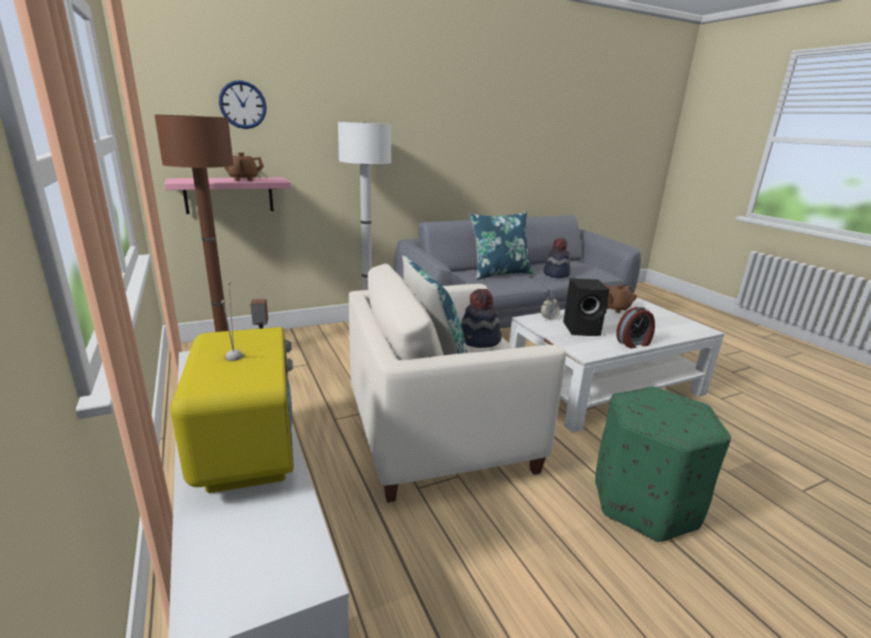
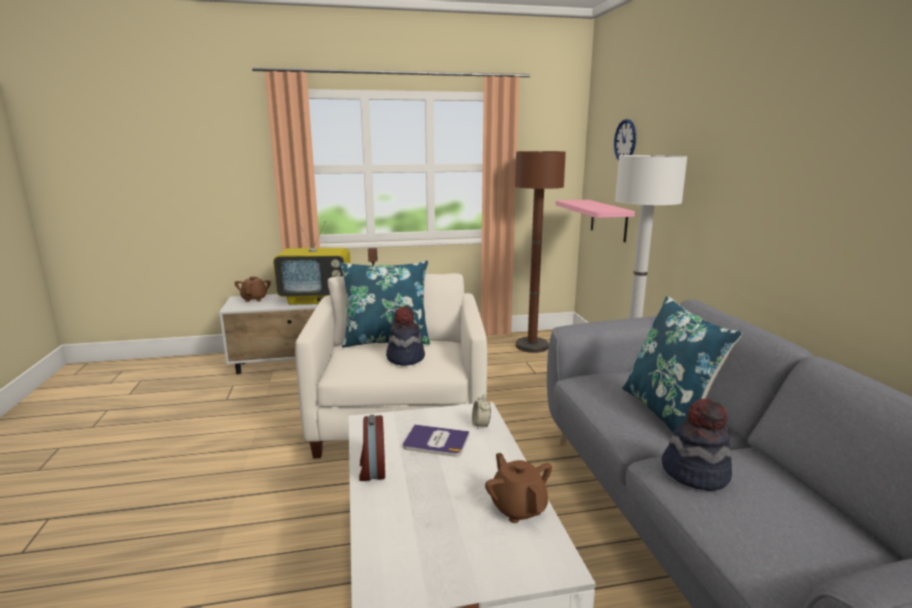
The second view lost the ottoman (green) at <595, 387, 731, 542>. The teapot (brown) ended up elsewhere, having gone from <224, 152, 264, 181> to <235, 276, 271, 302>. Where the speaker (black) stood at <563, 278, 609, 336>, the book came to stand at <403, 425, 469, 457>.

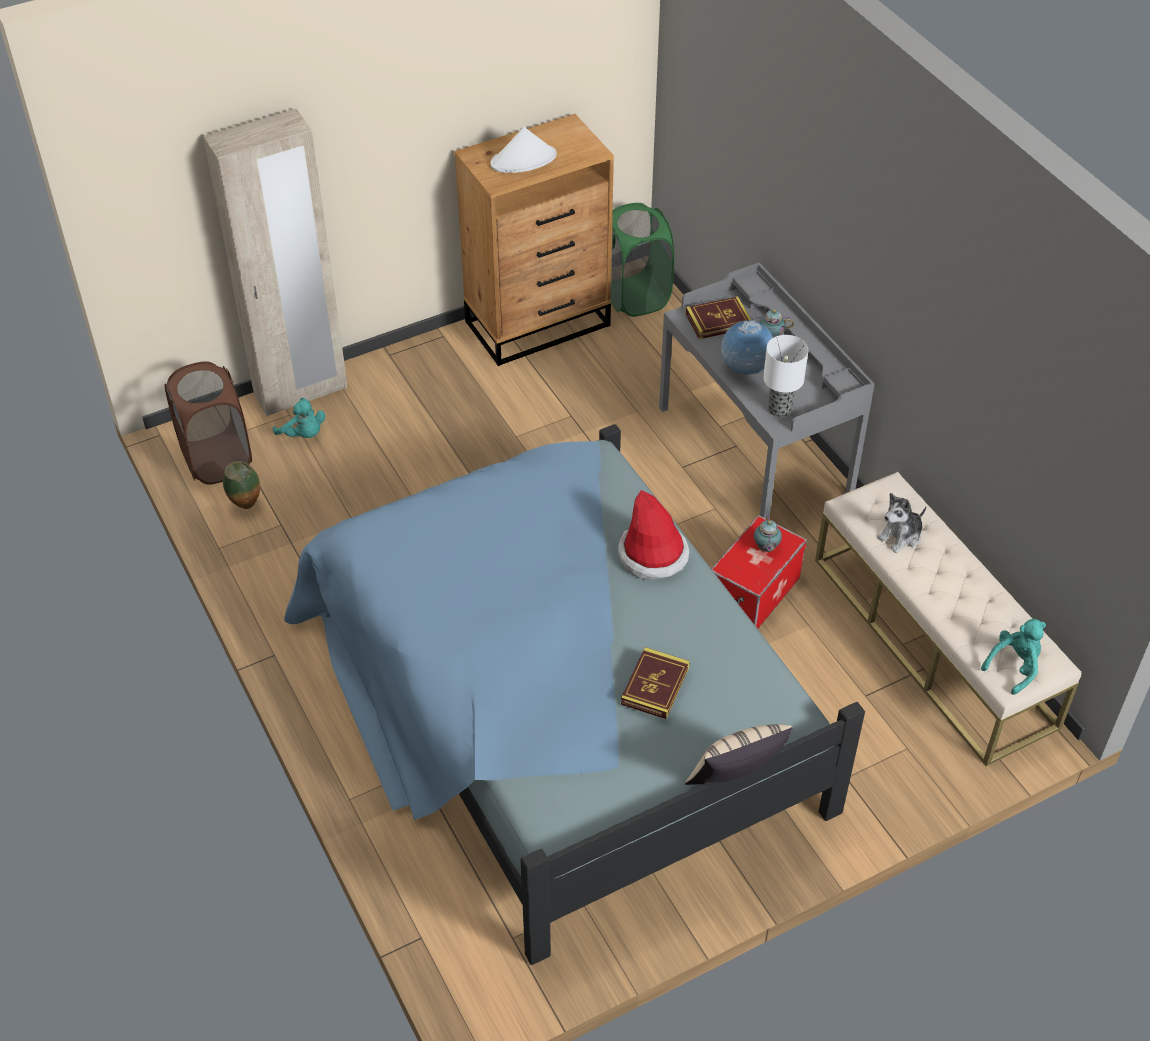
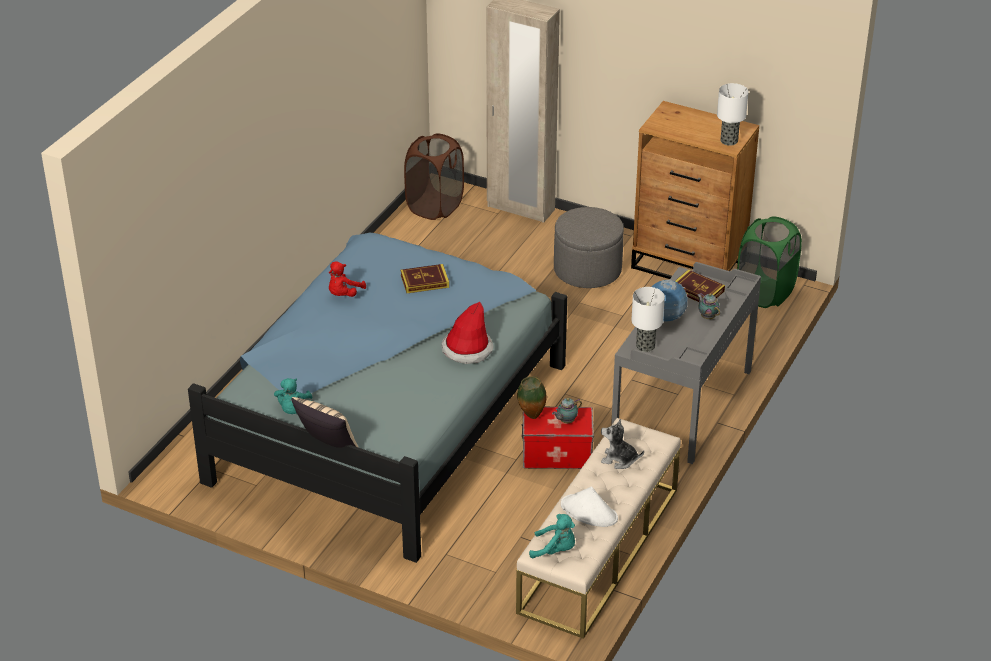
The second view gained the plush toy (red) at <329, 261, 366, 297>. The second view gained the ottoman (grey) at <554, 207, 624, 288>. The second view gained the table lamp at <717, 83, 749, 146>. The vase ended up elsewhere, having gone from <223, 461, 260, 509> to <517, 376, 547, 419>. The plush toy (turquoise) ended up elsewhere, having gone from <273, 398, 325, 438> to <274, 378, 313, 414>. The hat (white) ended up elsewhere, having gone from <491, 127, 557, 173> to <561, 486, 618, 527>. The book ended up elsewhere, having gone from <621, 647, 690, 719> to <401, 264, 449, 293>.

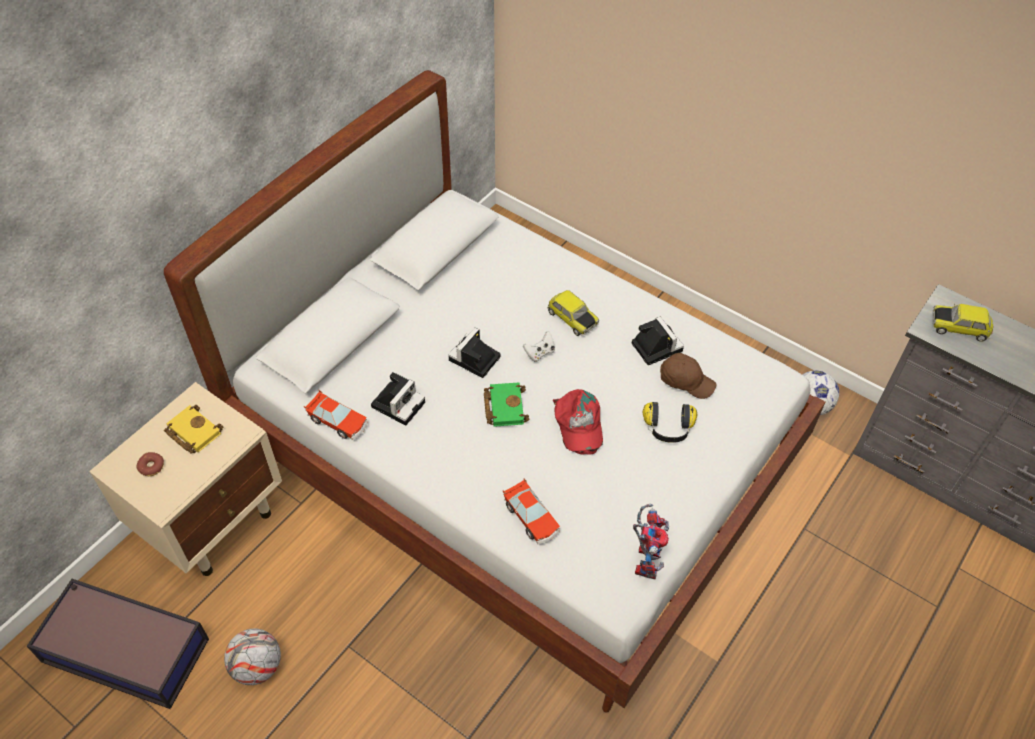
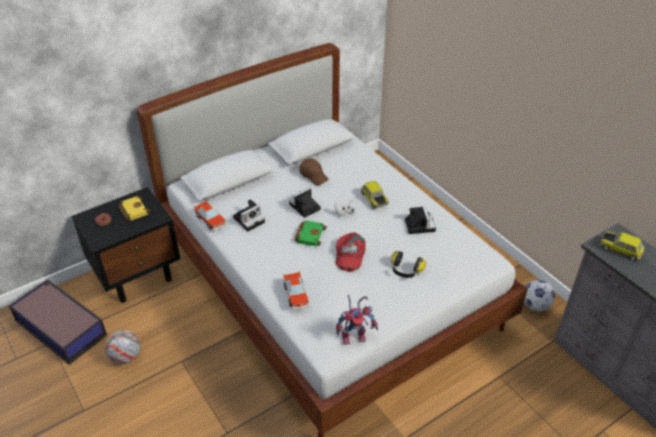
The cap (brown) ended up elsewhere, having gone from <660, 353, 716, 399> to <299, 158, 329, 185>. What was the nightstand (beige) at <89, 382, 282, 576> turned into the nightstand (black) at <71, 187, 180, 303>. The toy robot at <633, 504, 669, 579> ended up facing another way, 45 degrees clockwise from before.

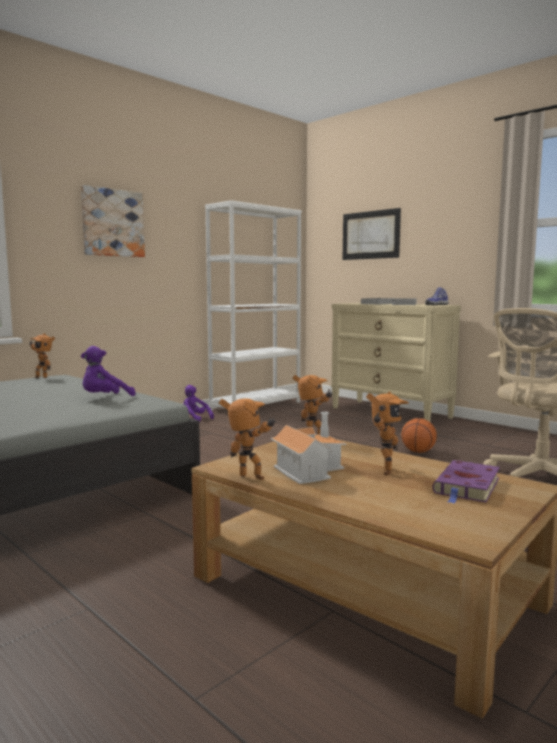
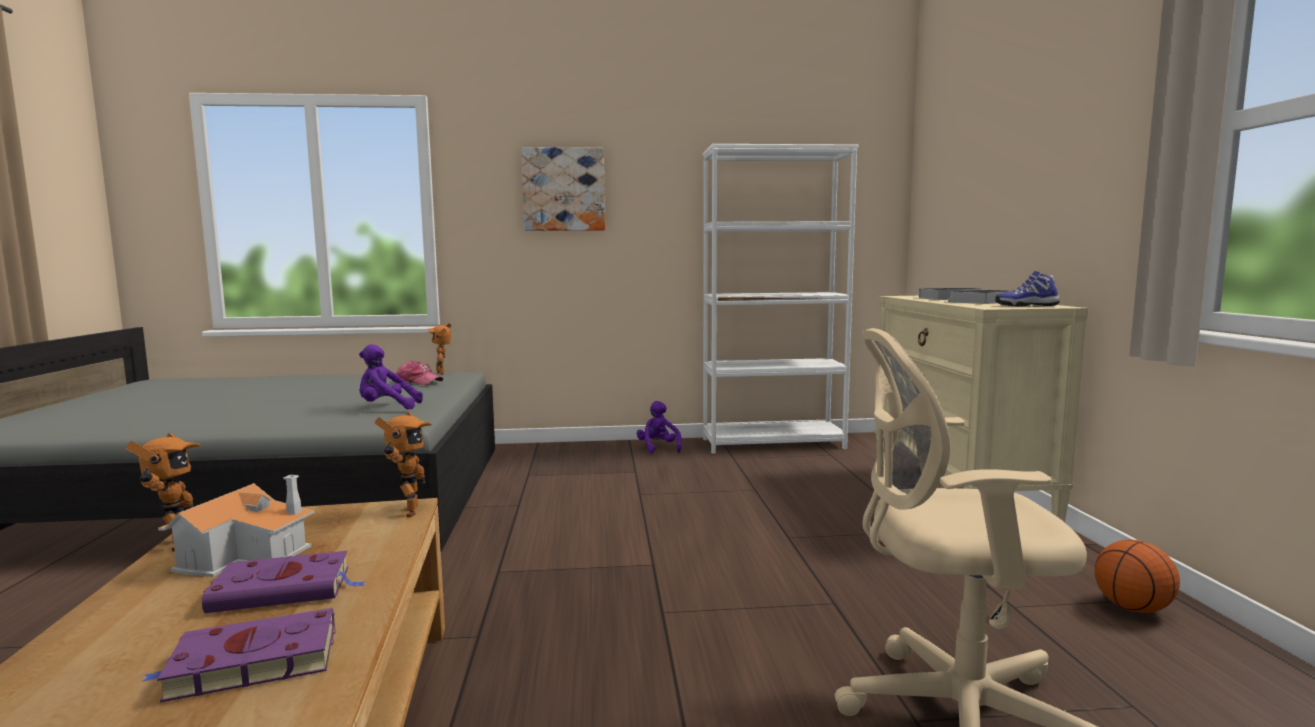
The second view lost the picture at <342, 208, 401, 260>. The second view gained the cap at <396, 361, 443, 385>. The basketball ended up elsewhere, having gone from <401, 418, 437, 453> to <1095, 539, 1180, 613>. Where the toy robot stood at <366, 391, 409, 475>, the book (purple) came to stand at <202, 551, 367, 613>.

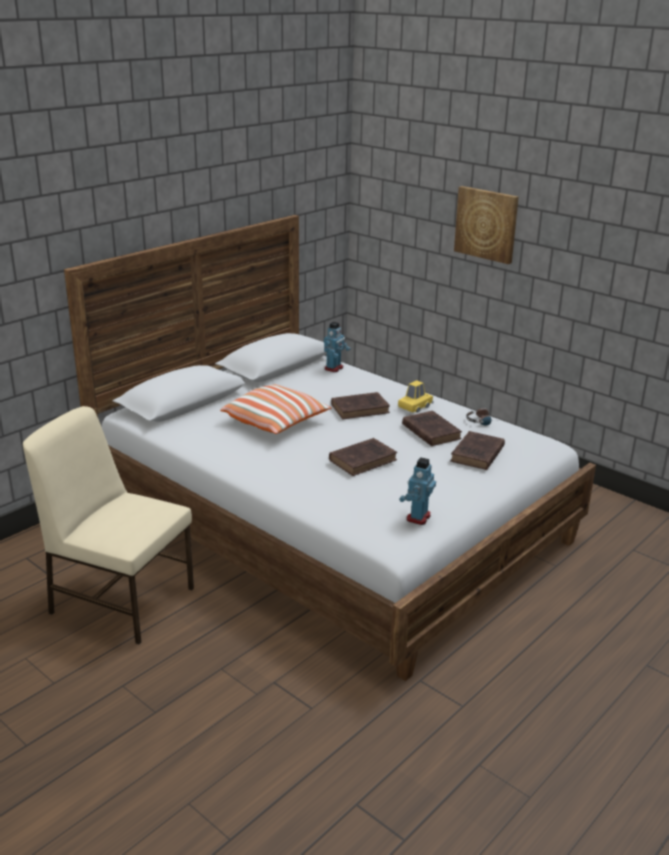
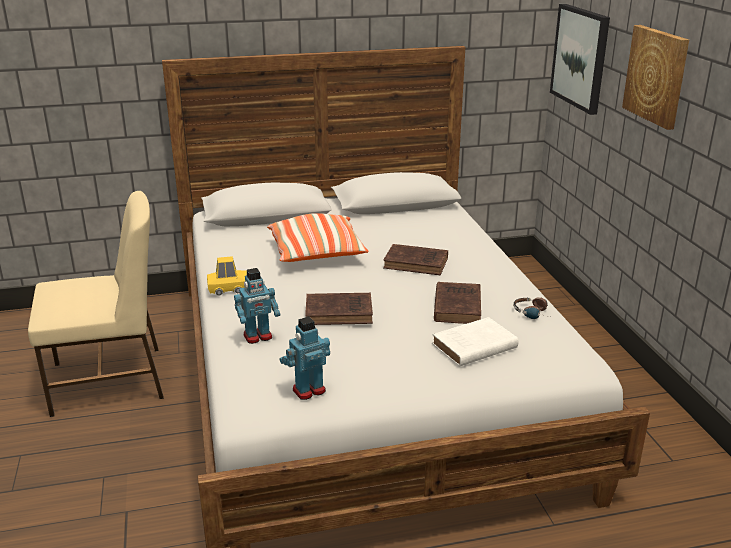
The second view gained the picture at <550, 4, 610, 115>. The toy robot ended up elsewhere, having gone from <324, 322, 351, 372> to <234, 268, 280, 344>. The toy car (yellow) ended up elsewhere, having gone from <398, 380, 434, 413> to <207, 256, 247, 295>. What was the book (brown) at <450, 431, 505, 470> turned into the book (white) at <432, 317, 518, 367>. The chair (beige) at <23, 406, 194, 644> ended up facing another way, 105 degrees clockwise from before.

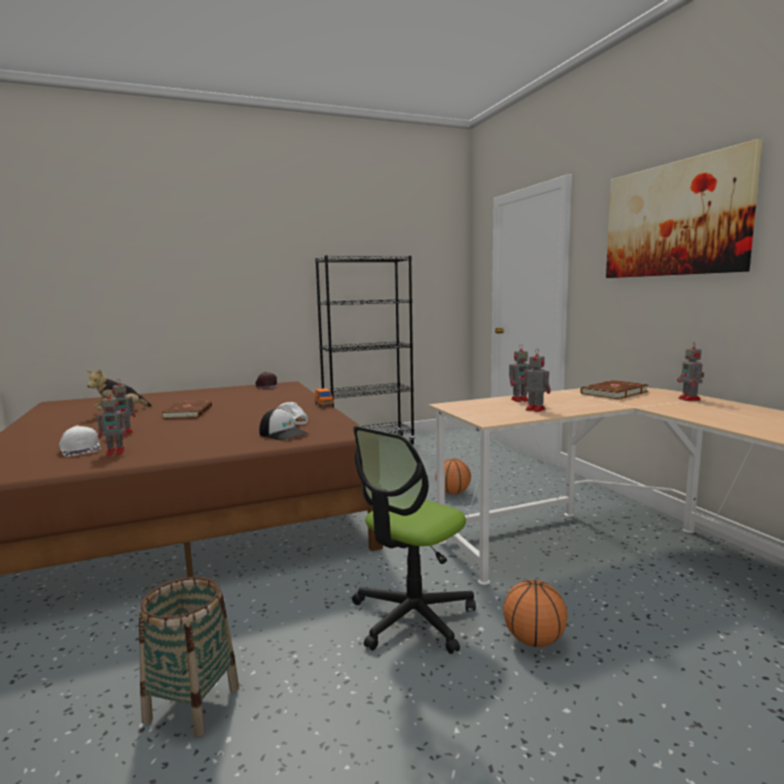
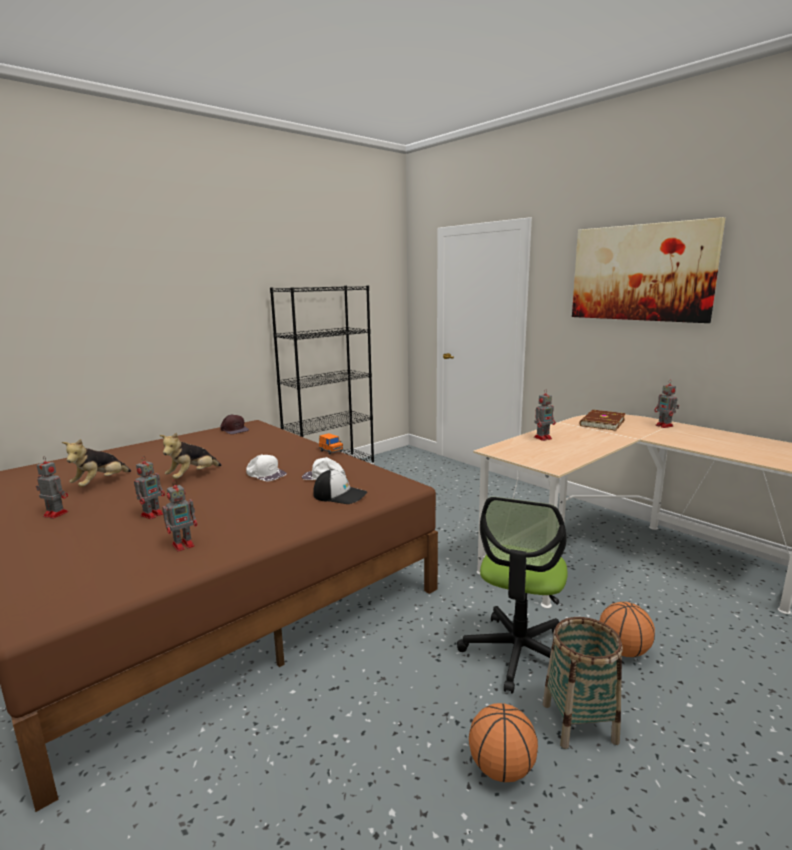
The cap (white) ended up elsewhere, having gone from <59, 425, 101, 457> to <246, 454, 287, 481>. The basket ended up elsewhere, having gone from <139, 577, 239, 737> to <543, 617, 623, 749>. The basketball ended up elsewhere, having gone from <435, 458, 471, 495> to <469, 703, 538, 782>. The toy robot ended up elsewhere, having gone from <521, 349, 551, 412> to <36, 456, 68, 519>. Where the book (brown) stood at <161, 401, 212, 419>, the plush toy came to stand at <160, 433, 221, 479>.

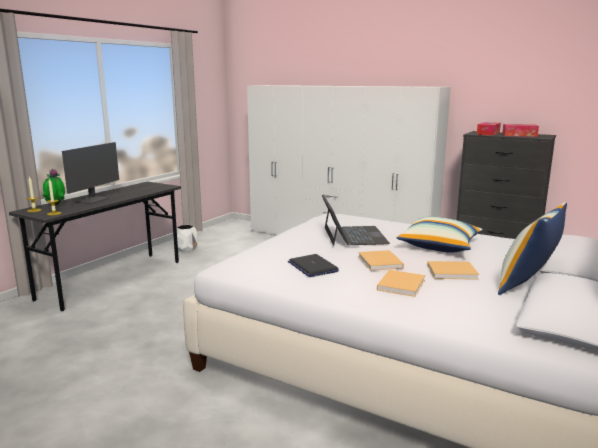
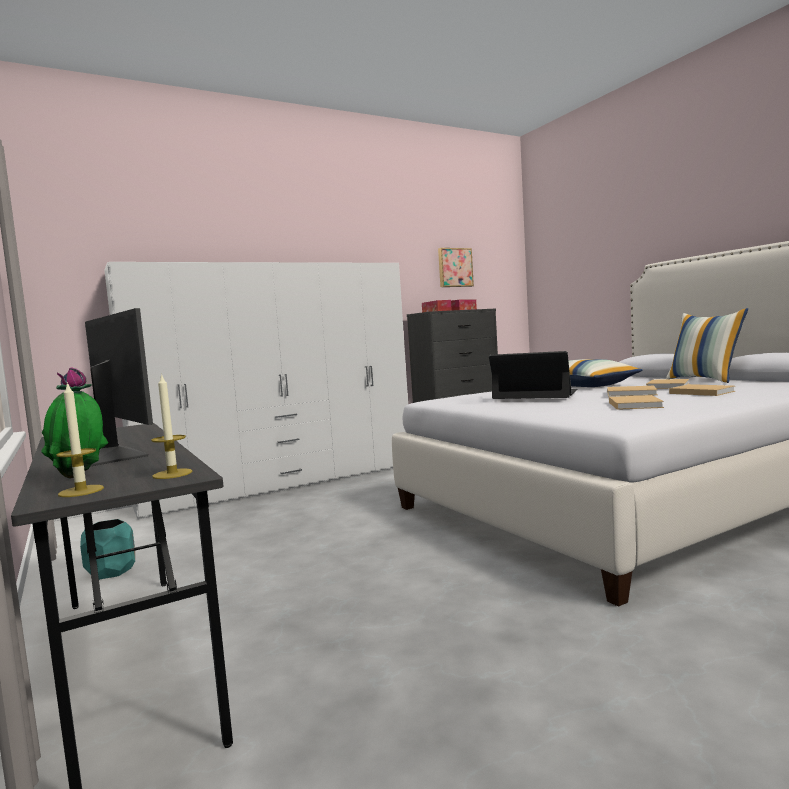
The second view gained the picture at <438, 248, 474, 287>. Where the laptop stood at <288, 254, 339, 277>, the book (beige) came to stand at <609, 395, 664, 410>. What was the planter (white) at <177, 225, 197, 252> turned into the planter (turquoise) at <80, 519, 135, 580>.

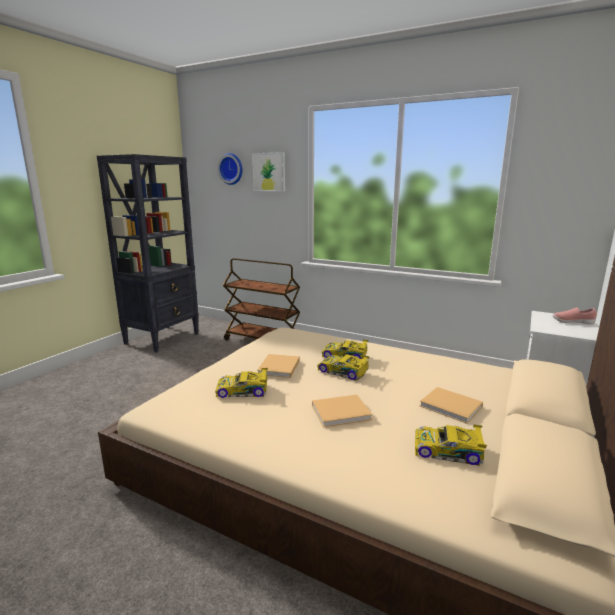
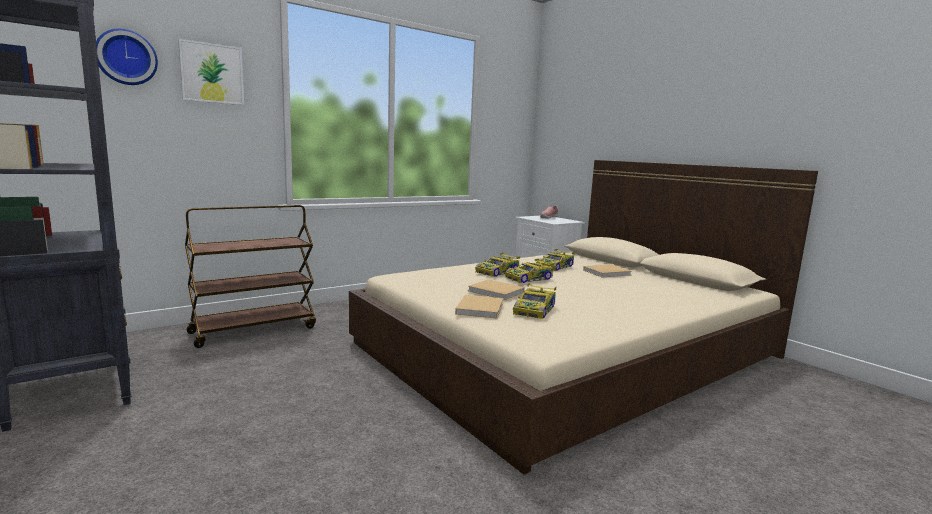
The book (beige) ended up elsewhere, having gone from <312, 395, 373, 427> to <455, 295, 504, 319>. The toy car ended up elsewhere, having gone from <415, 425, 487, 466> to <536, 249, 575, 271>.

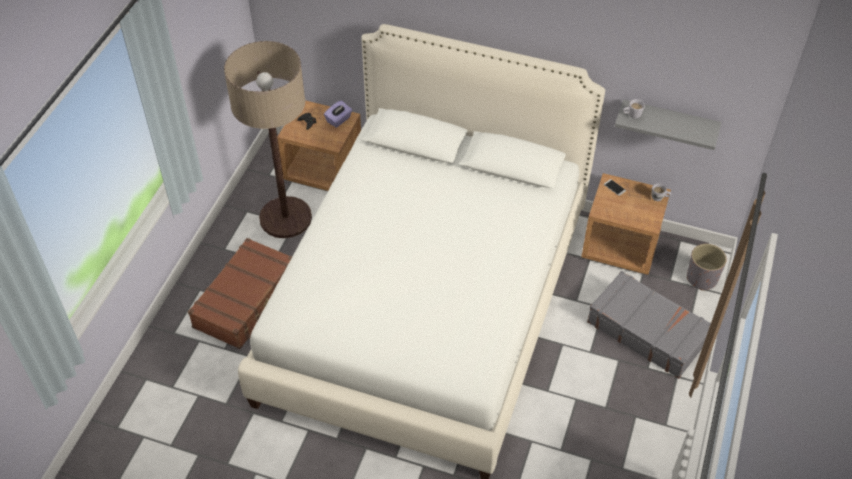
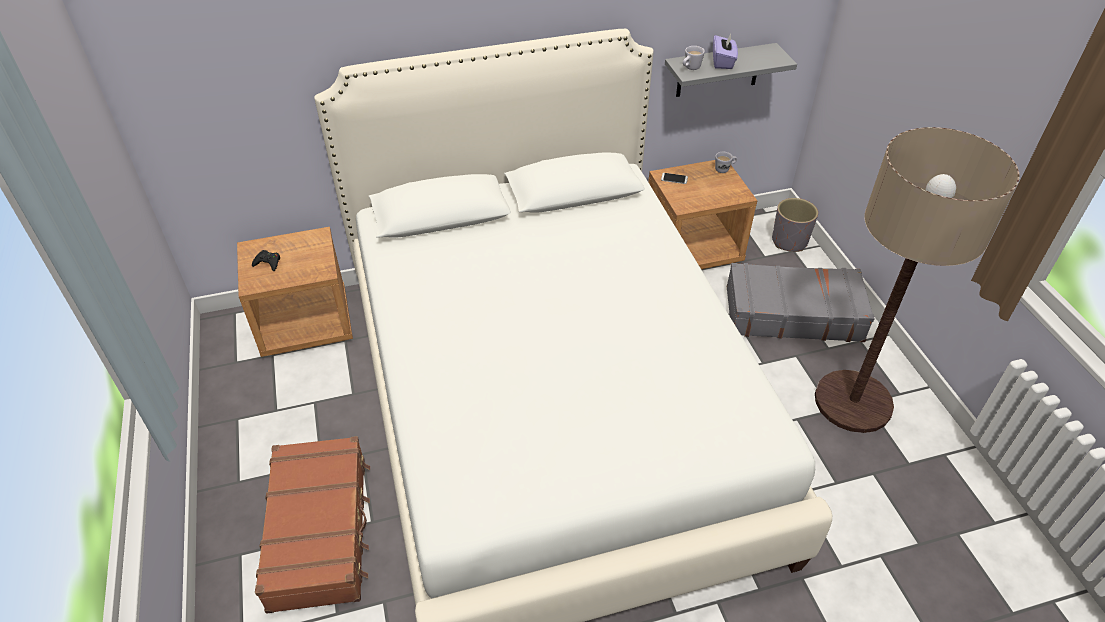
The floor lamp ended up elsewhere, having gone from <224, 41, 312, 238> to <815, 127, 1019, 433>. The tissue box (purple) ended up elsewhere, having gone from <324, 100, 352, 128> to <713, 34, 738, 69>.

